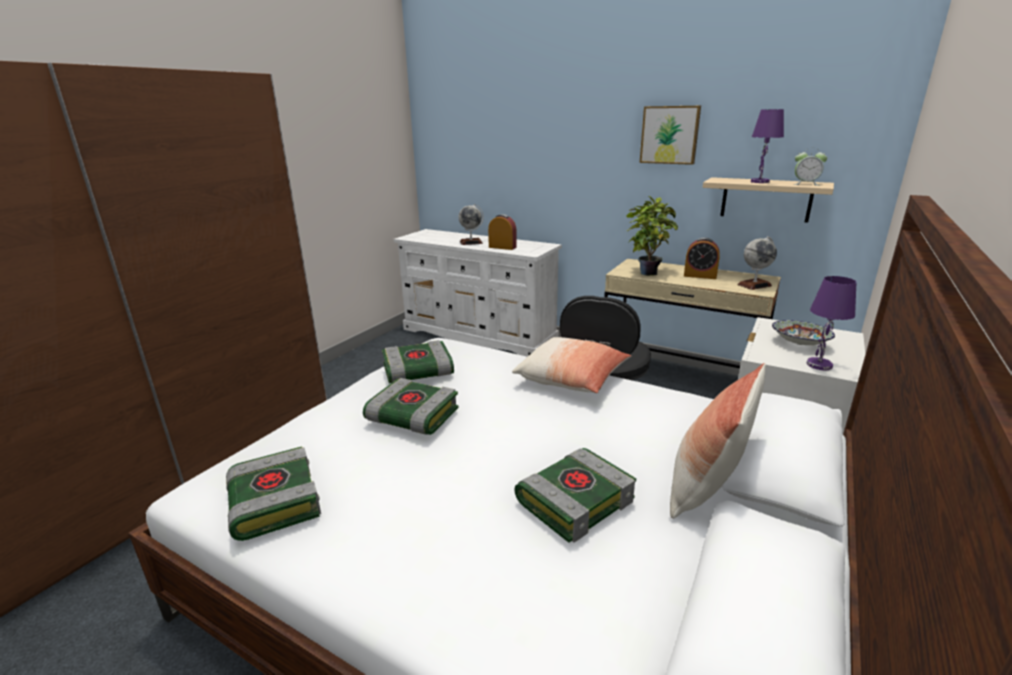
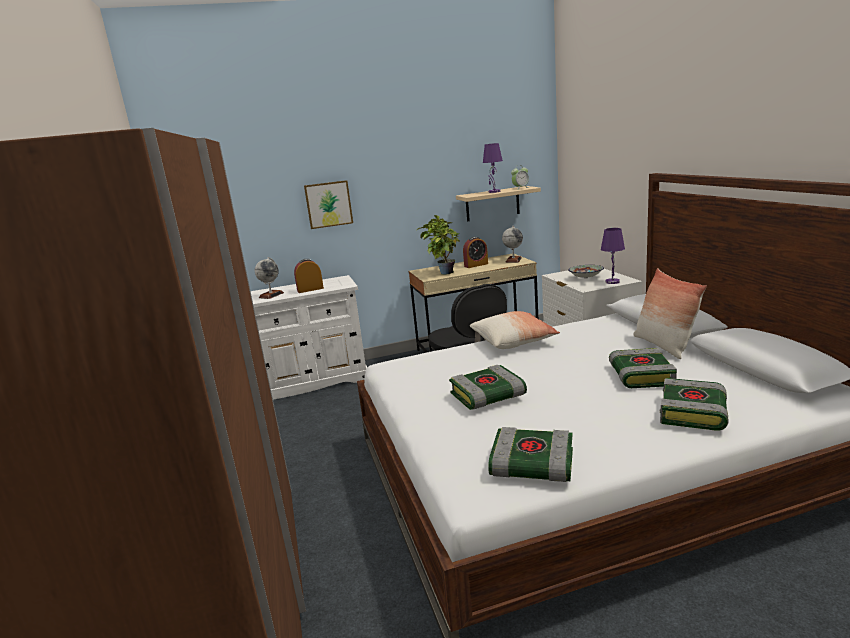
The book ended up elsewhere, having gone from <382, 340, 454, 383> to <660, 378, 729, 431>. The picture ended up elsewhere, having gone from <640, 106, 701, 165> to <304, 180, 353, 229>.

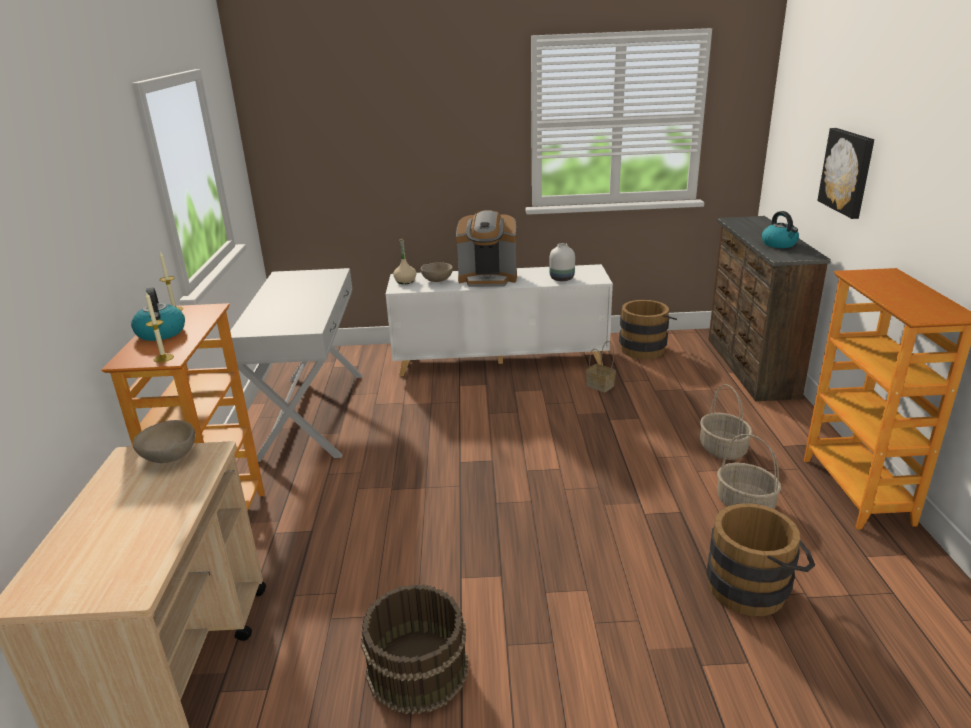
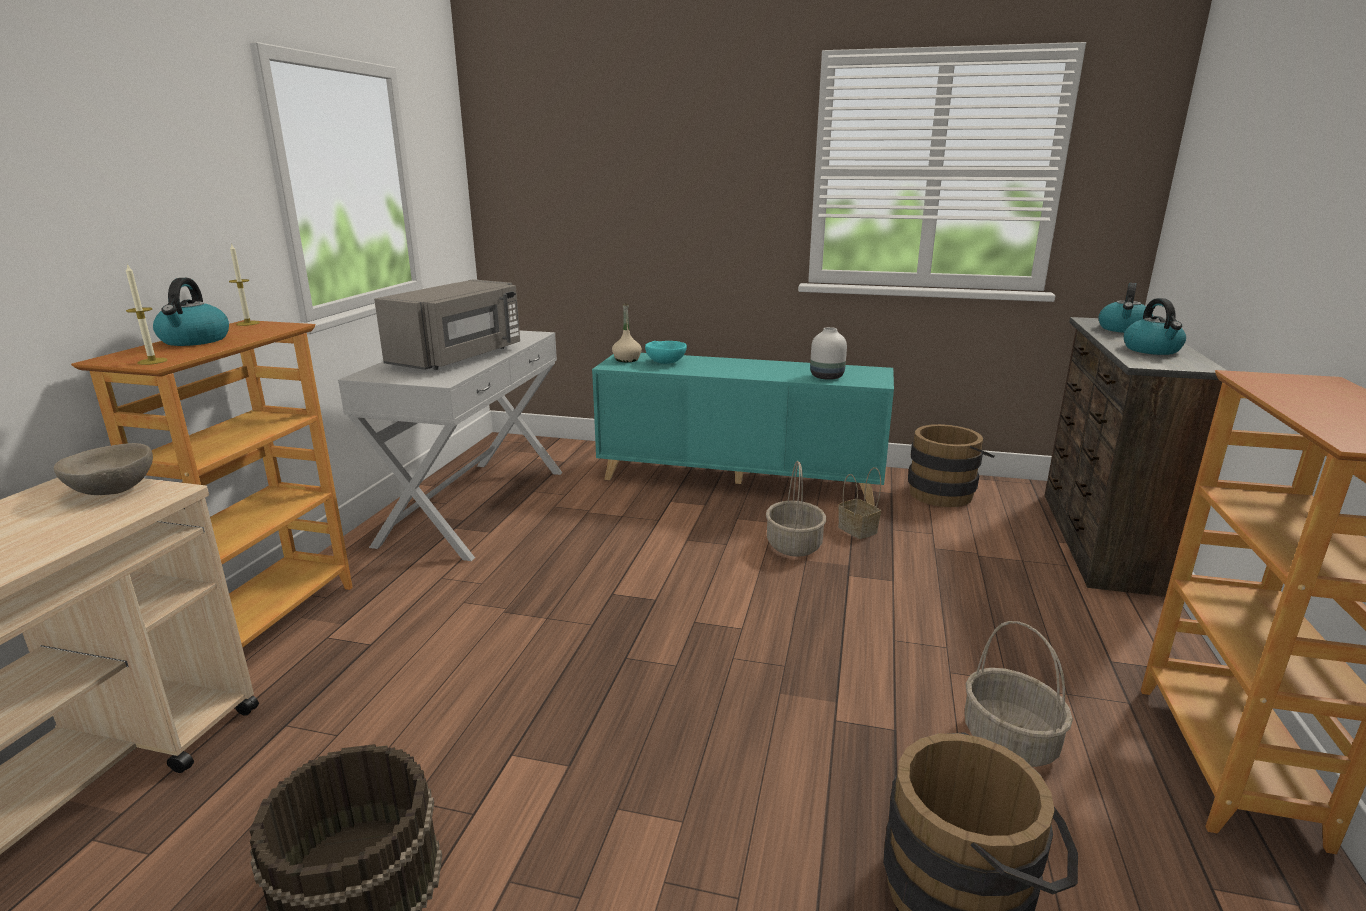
The second view lost the coffee machine at <456, 210, 517, 287>. The second view lost the picture at <817, 128, 874, 219>. The second view gained the microwave (grey) at <374, 279, 520, 370>. The second view gained the kettle at <1099, 283, 1153, 333>. The basket ended up elsewhere, having gone from <700, 384, 753, 460> to <766, 461, 826, 557>. What was the cabinet (white) at <386, 264, 613, 376> turned into the cabinet (turquoise) at <592, 353, 894, 506>. What was the bowl (beige) at <420, 262, 453, 282> turned into the bowl (turquoise) at <645, 341, 687, 364>.

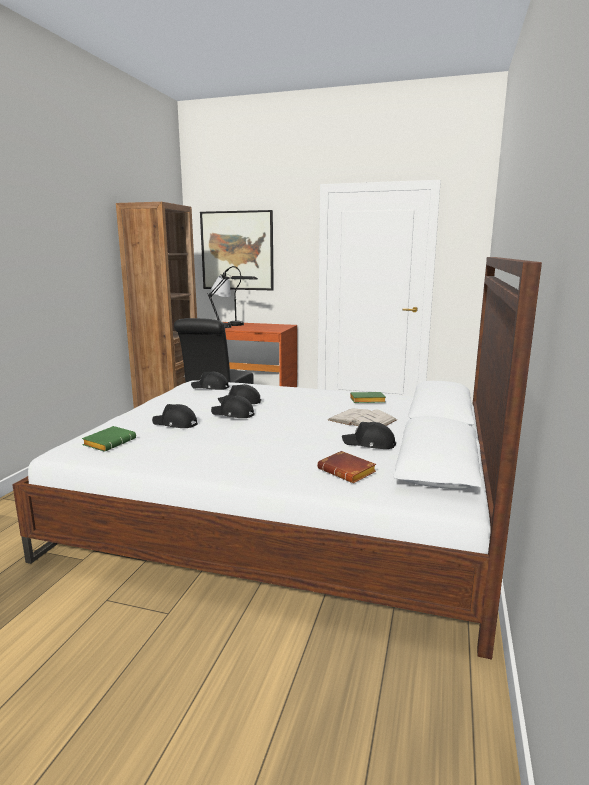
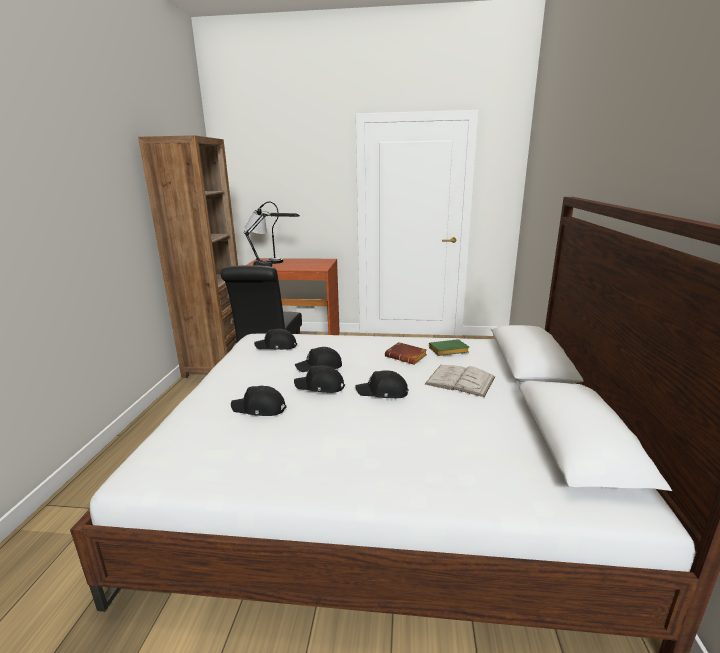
The second view lost the book (green) at <82, 426, 136, 452>. The second view lost the picture at <200, 210, 274, 290>. The book (brown) ended up elsewhere, having gone from <317, 451, 376, 483> to <385, 342, 427, 365>. The cap (black) ended up elsewhere, having gone from <342, 422, 396, 449> to <355, 370, 409, 398>.

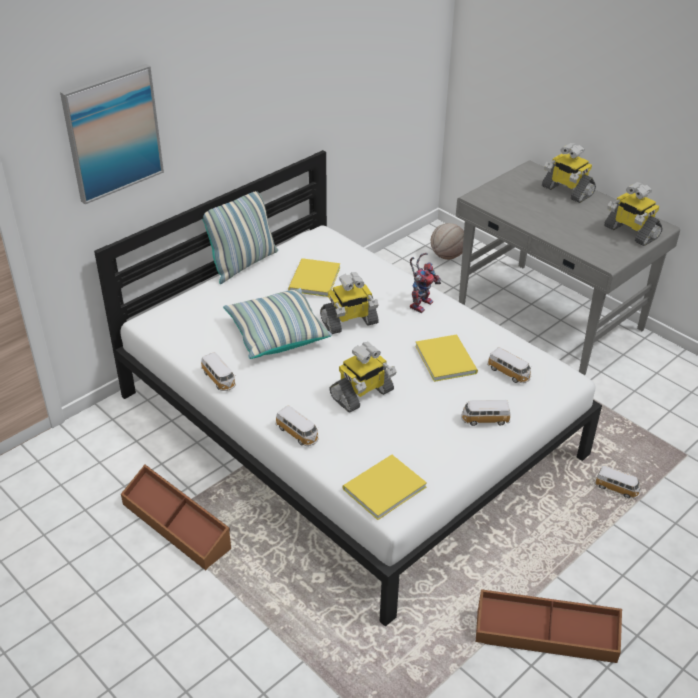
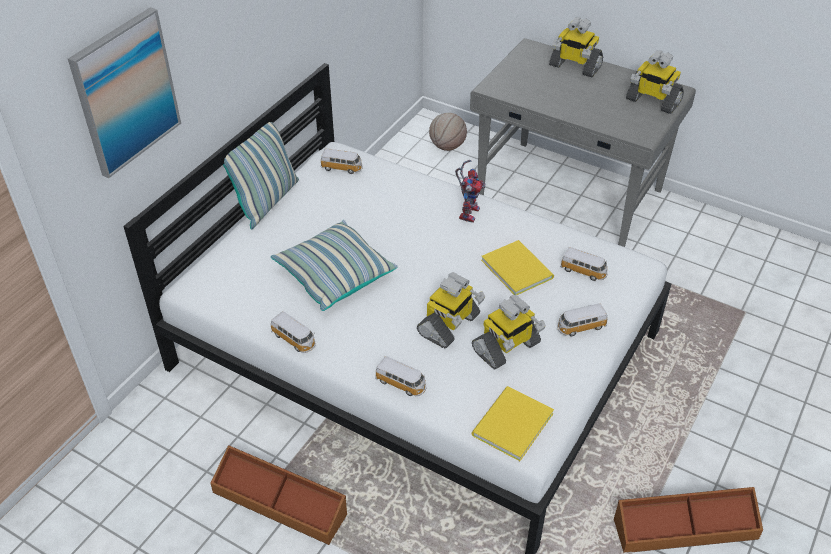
The second view lost the book (yellow) at <288, 258, 340, 297>. The toy robot ended up elsewhere, having gone from <320, 272, 379, 334> to <472, 295, 546, 369>. The toy car ended up elsewhere, having gone from <594, 465, 641, 498> to <320, 148, 363, 174>.

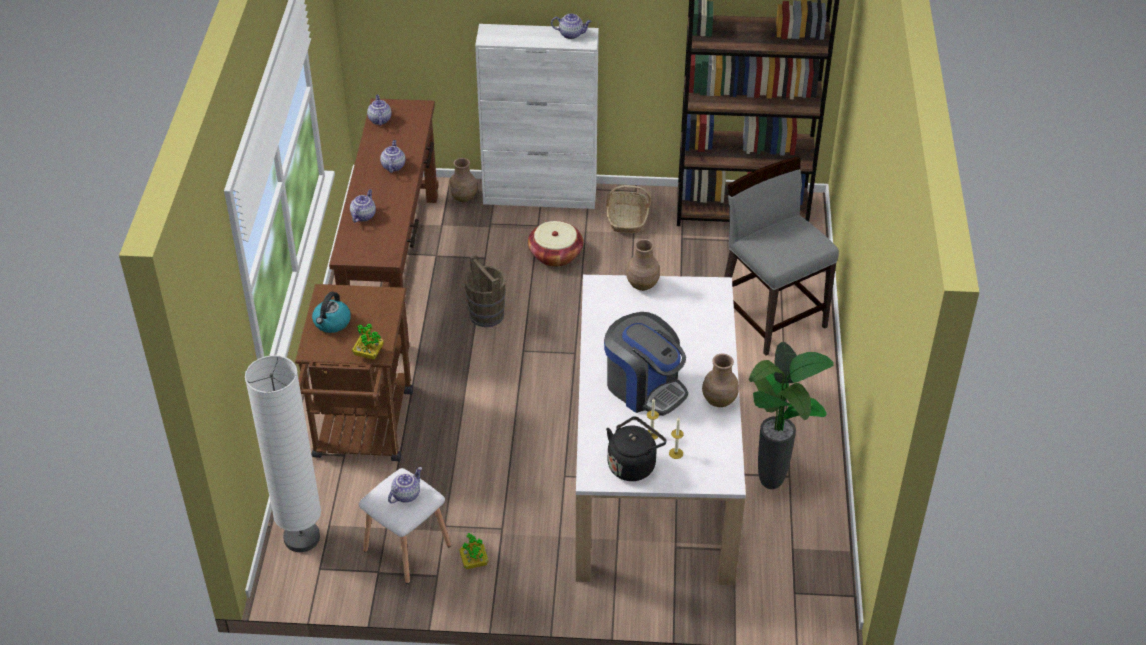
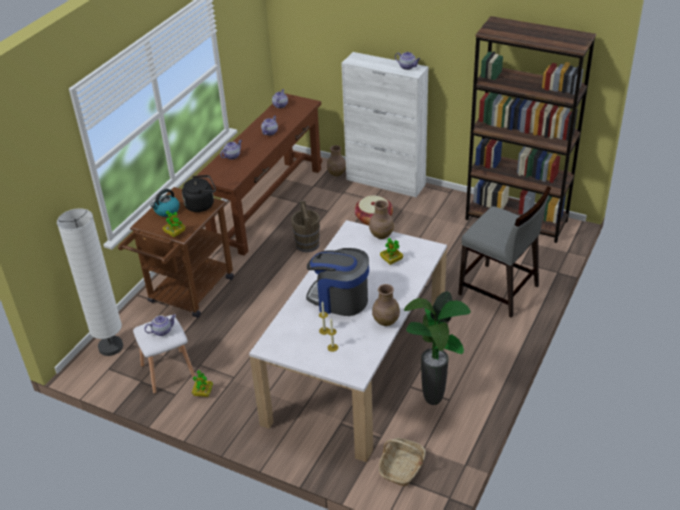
The second view gained the potted plant at <380, 238, 403, 265>. The basket ended up elsewhere, having gone from <606, 185, 651, 233> to <379, 438, 426, 486>. The kettle (black) ended up elsewhere, having gone from <606, 416, 666, 481> to <182, 175, 216, 212>. The coffee machine at <604, 312, 688, 416> ended up facing another way, 135 degrees clockwise from before. The chair (grey) at <724, 157, 839, 356> ended up facing another way, 135 degrees clockwise from before.

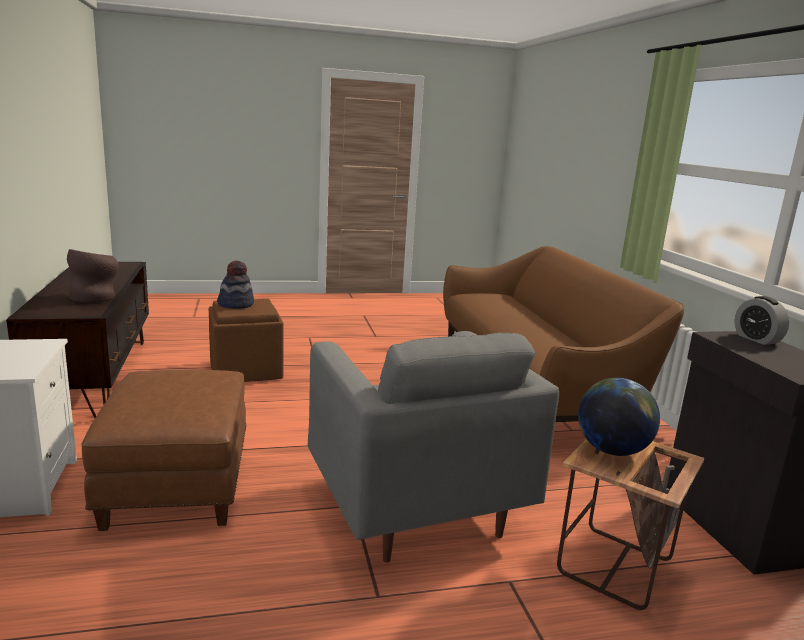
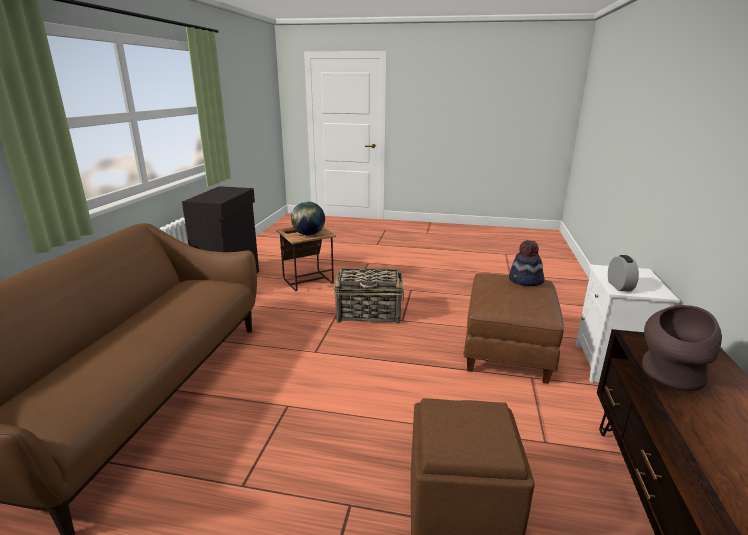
The hat ended up elsewhere, having gone from <217, 260, 254, 309> to <509, 240, 545, 286>. The alarm clock ended up elsewhere, having gone from <734, 296, 789, 345> to <608, 255, 639, 291>. Where the armchair (grey) stood at <308, 331, 559, 563>, the basket came to stand at <334, 268, 404, 324>.

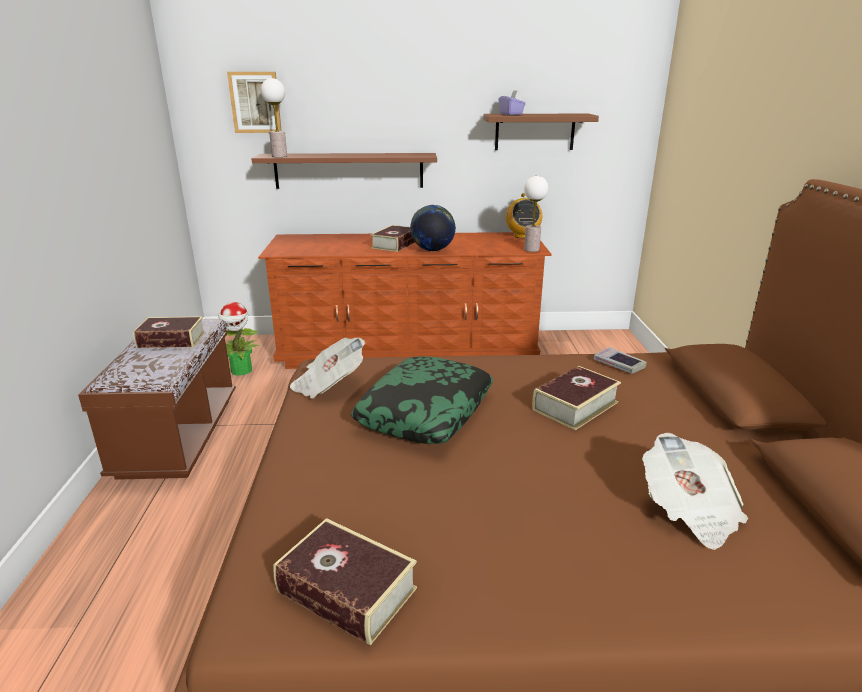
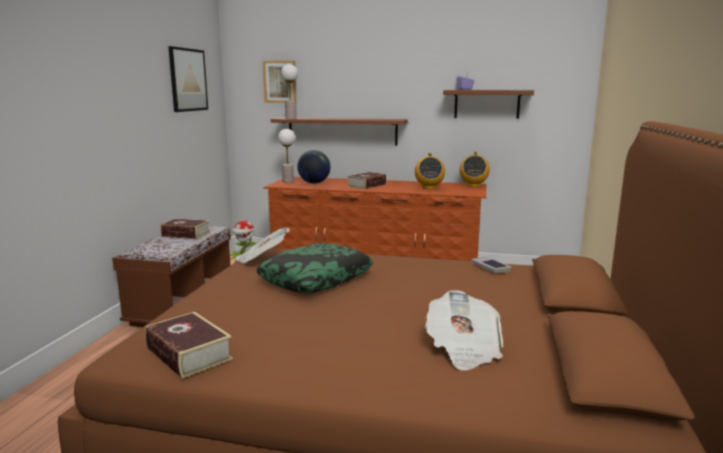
The second view lost the book at <532, 366, 621, 430>. The second view gained the picture at <168, 46, 208, 112>. The second view gained the radio at <415, 153, 445, 189>. The globe ended up elsewhere, having gone from <410, 205, 456, 251> to <297, 150, 330, 184>. The table lamp ended up elsewhere, having gone from <524, 176, 548, 252> to <278, 129, 295, 183>.

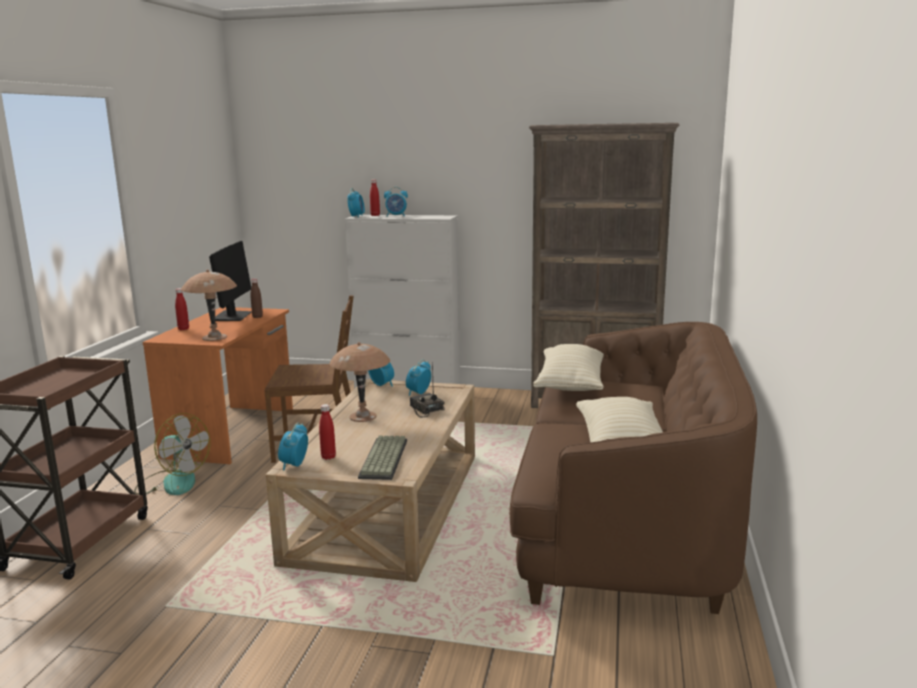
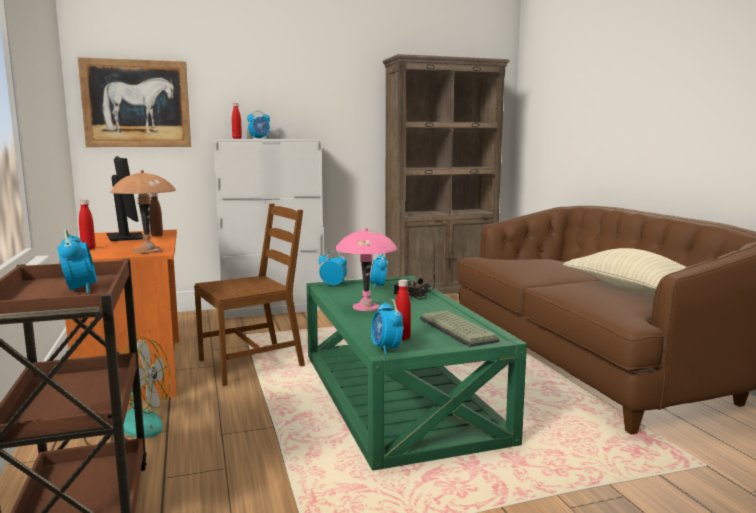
The second view lost the pillow (beige) at <533, 344, 604, 391>. The second view gained the picture at <78, 57, 191, 147>. The alarm clock ended up elsewhere, having gone from <347, 188, 365, 218> to <57, 229, 97, 294>. What was the coffee table (beige) at <266, 379, 475, 582> turned into the coffee table (green) at <307, 276, 527, 470>. What was the table lamp (brown) at <329, 342, 390, 422> turned into the table lamp (pink) at <335, 227, 397, 311>.

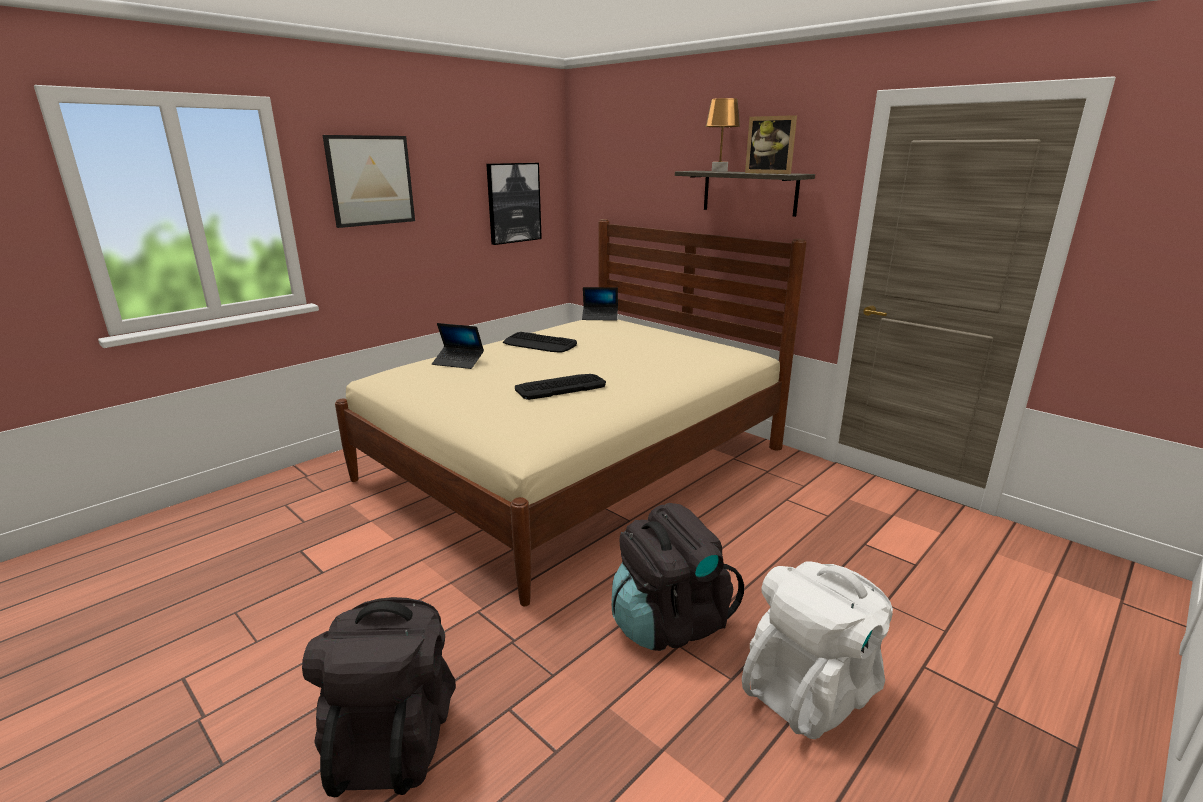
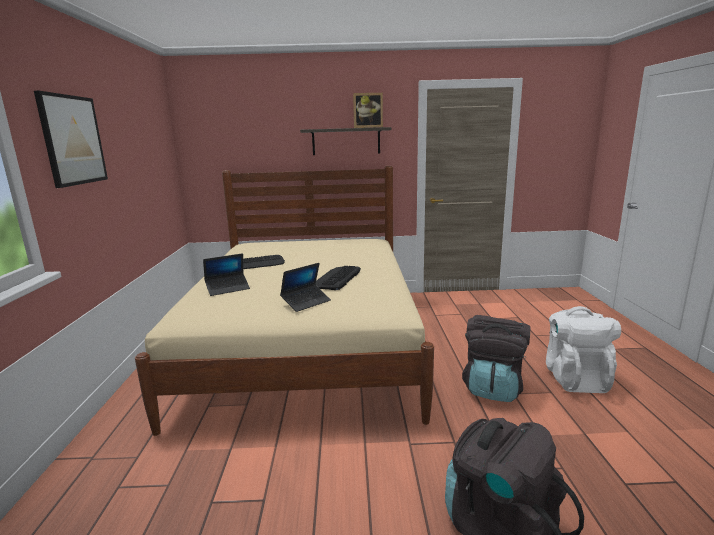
The second view lost the picture at <486, 163, 542, 245>. The second view lost the table lamp (brown) at <705, 98, 740, 172>. The laptop ended up elsewhere, having gone from <582, 287, 618, 321> to <280, 263, 331, 312>.

